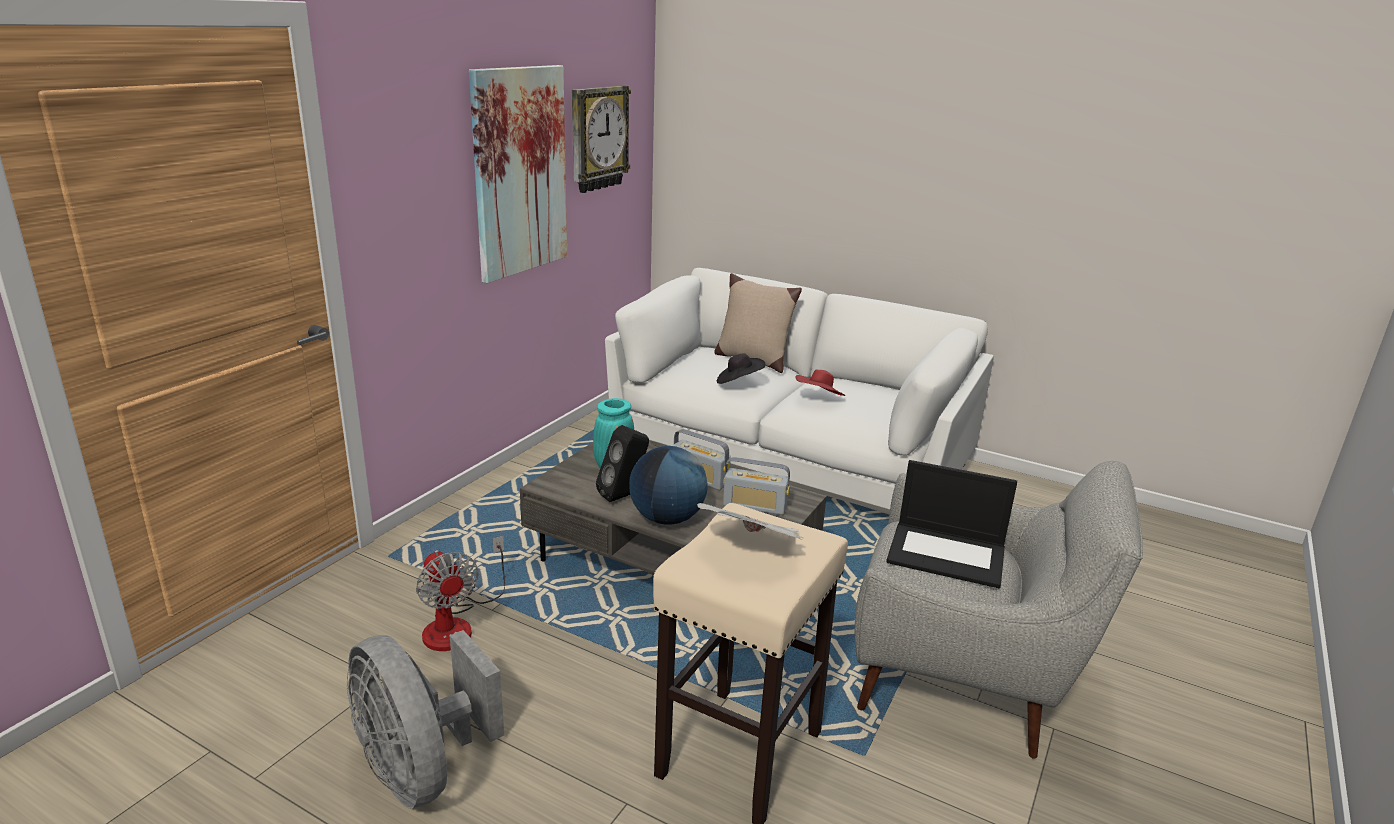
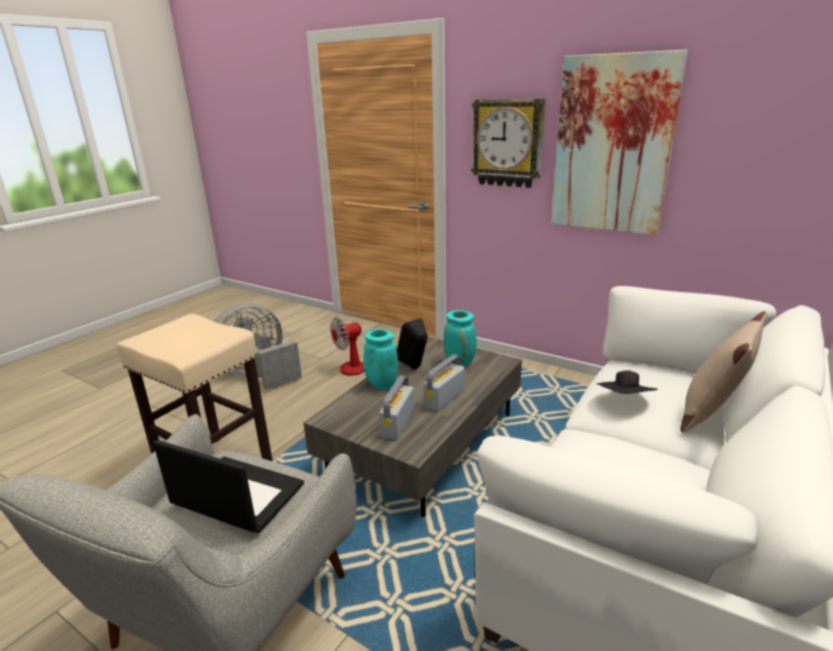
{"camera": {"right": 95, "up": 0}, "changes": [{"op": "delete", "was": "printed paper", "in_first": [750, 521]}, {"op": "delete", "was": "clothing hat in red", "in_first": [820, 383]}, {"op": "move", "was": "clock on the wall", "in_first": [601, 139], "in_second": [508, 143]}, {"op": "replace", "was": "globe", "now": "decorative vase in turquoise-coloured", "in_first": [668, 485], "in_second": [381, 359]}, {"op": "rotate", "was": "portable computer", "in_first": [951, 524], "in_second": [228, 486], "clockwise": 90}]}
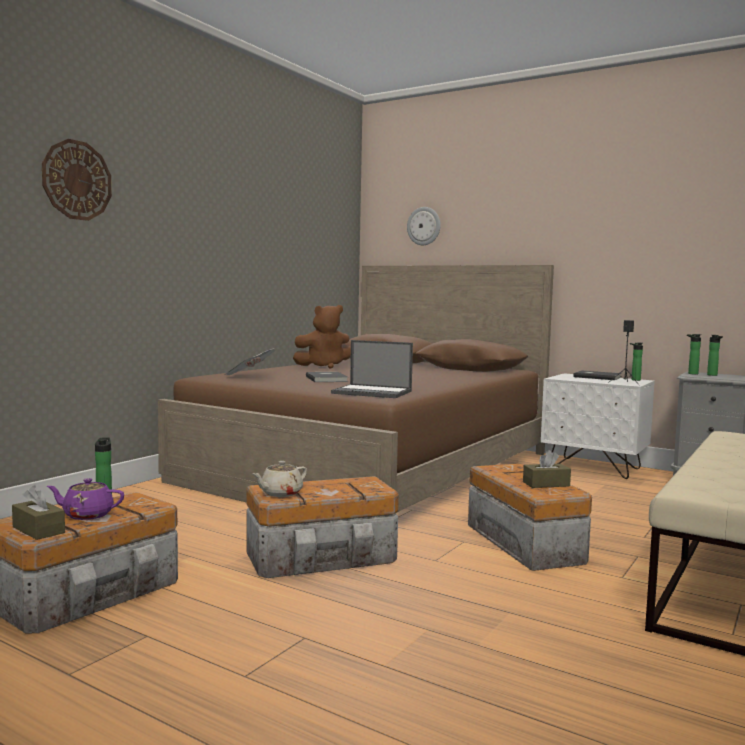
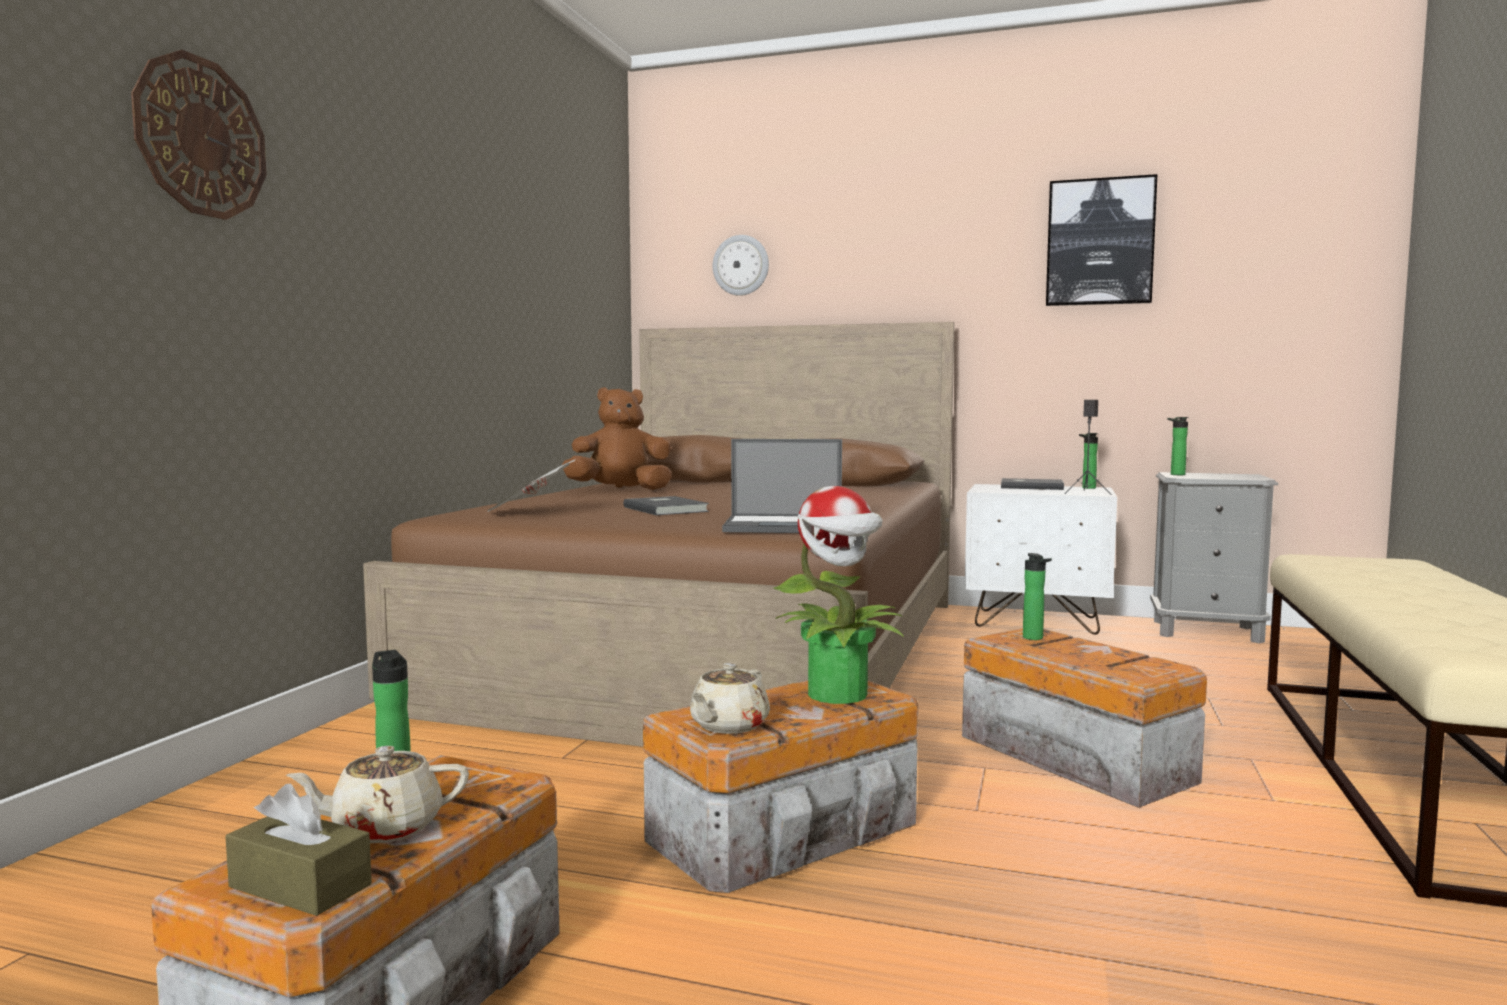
{"camera": {"right": -15, "up": 0}, "changes": [{"op": "delete", "was": "box of tissues in brownish", "in_first": [547, 469]}, {"op": "insert", "now": "plant in a pot", "in_second": [839, 595]}, {"op": "insert", "now": "picture", "in_second": [1101, 240]}, {"op": "move", "was": "beverage bottle", "in_first": [715, 355], "in_second": [1037, 596]}, {"op": "recolor", "was": "tea pot in purple", "now": "tea pot in beige", "in_first": [85, 499], "in_second": [377, 794]}, {"op": "rotate", "was": "cuddly toy in brownish", "in_first": [322, 336], "in_second": [617, 438], "clockwise": -150}]}
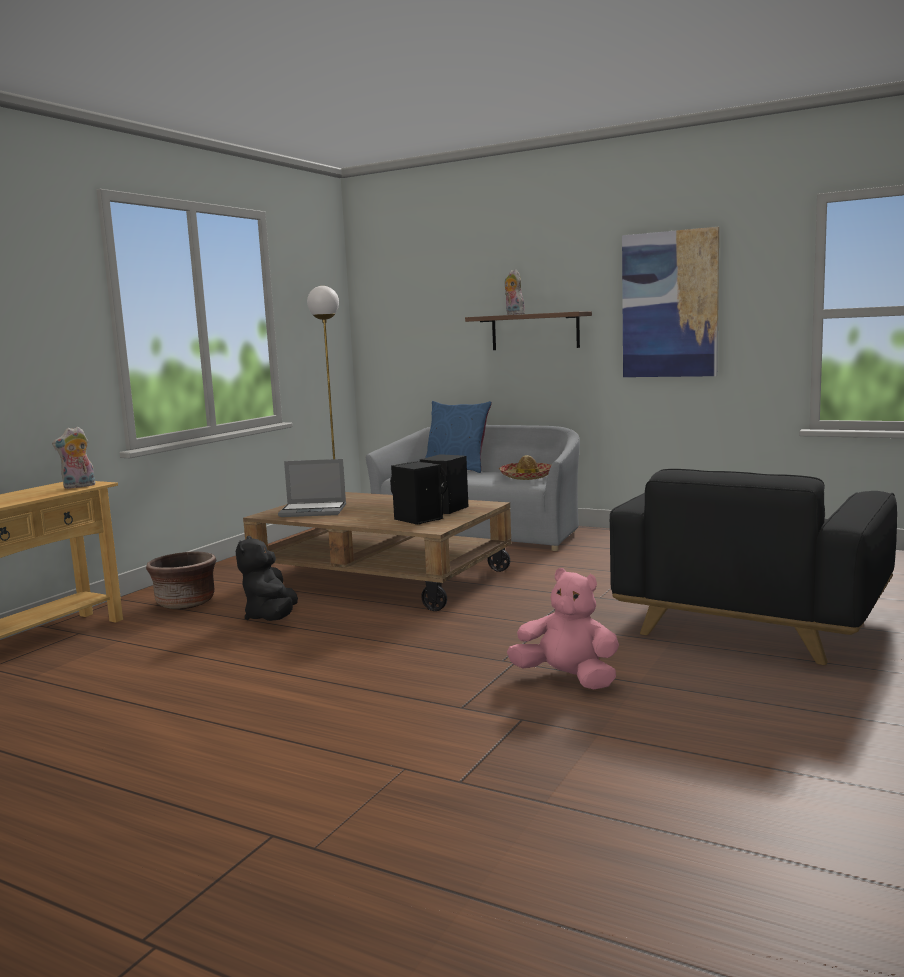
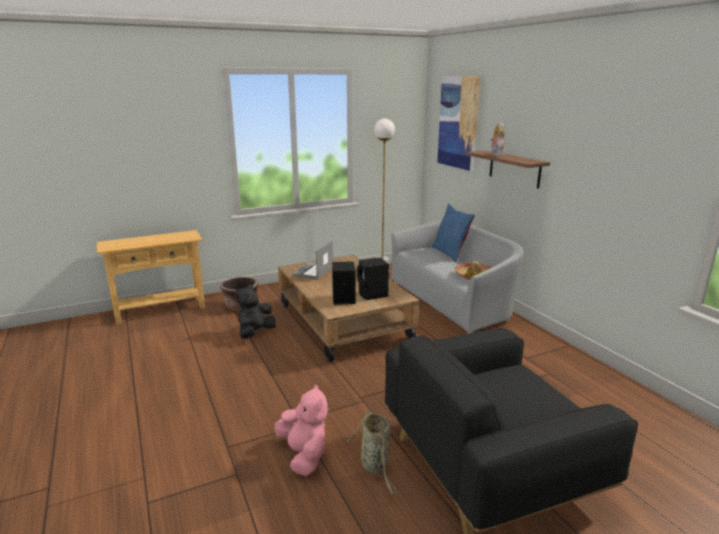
{"camera": {"right": 35, "up": 10}, "changes": [{"op": "delete", "was": "cuddly toy", "in_first": [73, 457]}, {"op": "insert", "now": "household basket", "in_second": [372, 452]}, {"op": "move", "was": "picture", "in_first": [670, 302], "in_second": [459, 123]}, {"op": "rotate", "was": "portable computer", "in_first": [312, 488], "in_second": [312, 259], "clockwise": 75}]}
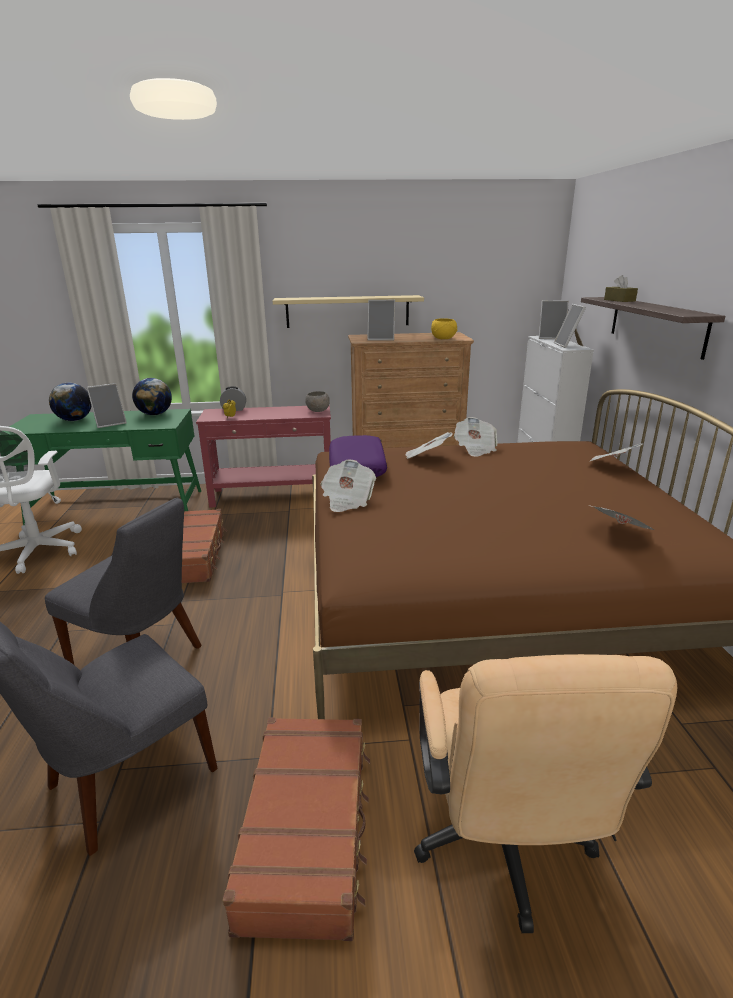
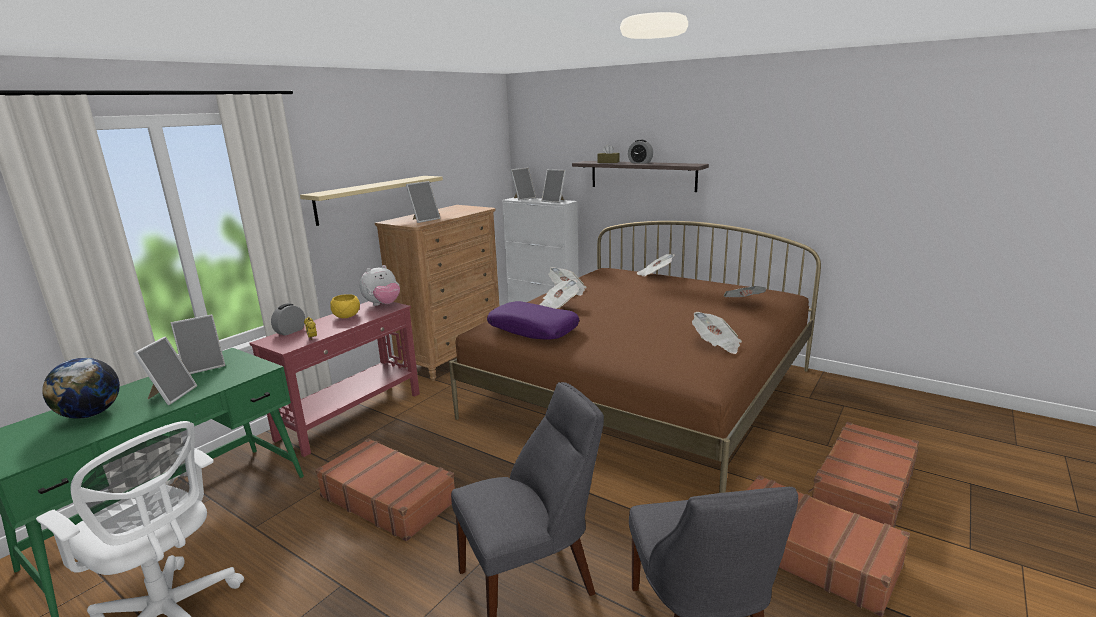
{"camera": {"right": -50, "up": -5}, "changes": [{"op": "insert", "now": "bedside clock", "in_second": [640, 152]}, {"op": "move", "was": "printed paper", "in_first": [348, 486], "in_second": [717, 333]}, {"op": "move", "was": "bowl in yellowish", "in_first": [444, 328], "in_second": [345, 306]}, {"op": "replace", "was": "globe", "now": "photo frame", "in_first": [152, 396], "in_second": [198, 344]}, {"op": "replace", "was": "bowl in greyish", "now": "cuddly toy", "in_first": [317, 401], "in_second": [380, 285]}, {"op": "replace", "was": "computer chair in beige", "now": "piece of luggage in brownish", "in_first": [546, 793], "in_second": [863, 475]}]}
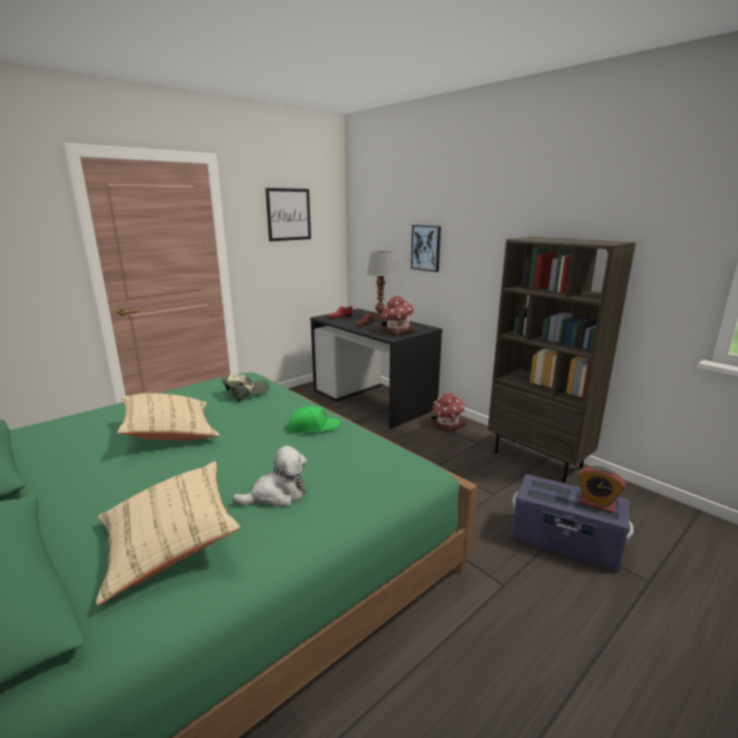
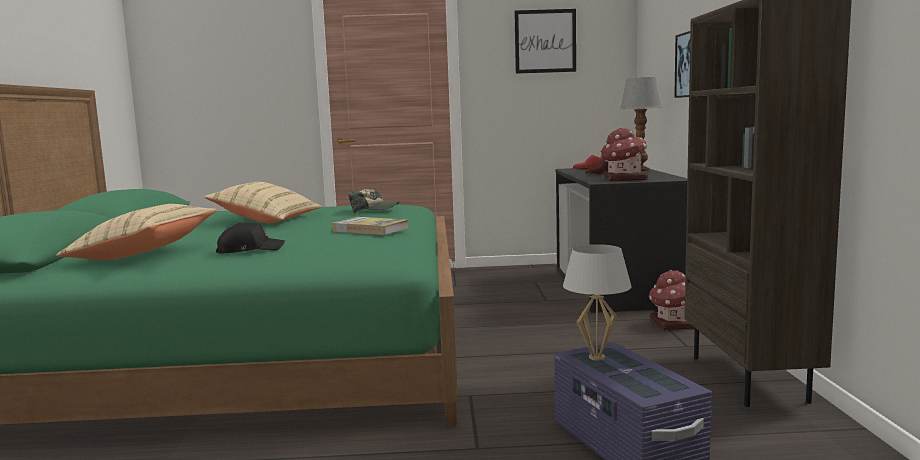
{"camera": {"right": 40, "up": -10}, "changes": [{"op": "delete", "was": "bedside clock", "in_first": [602, 489]}, {"op": "insert", "now": "tabletop lamp in white", "in_second": [597, 302]}, {"op": "replace", "was": "cuddly toy", "now": "baseball cap in black", "in_first": [269, 476], "in_second": [250, 237]}, {"op": "replace", "was": "baseball cap in green", "now": "volume", "in_first": [314, 419], "in_second": [370, 226]}]}
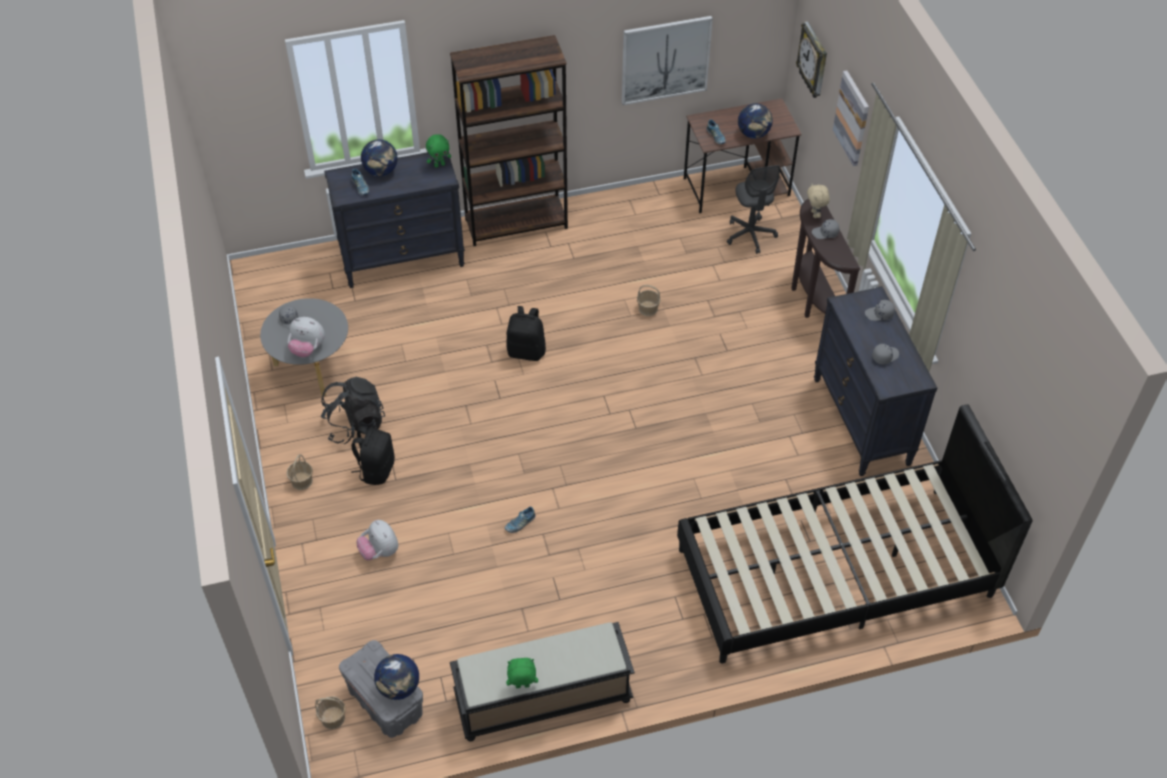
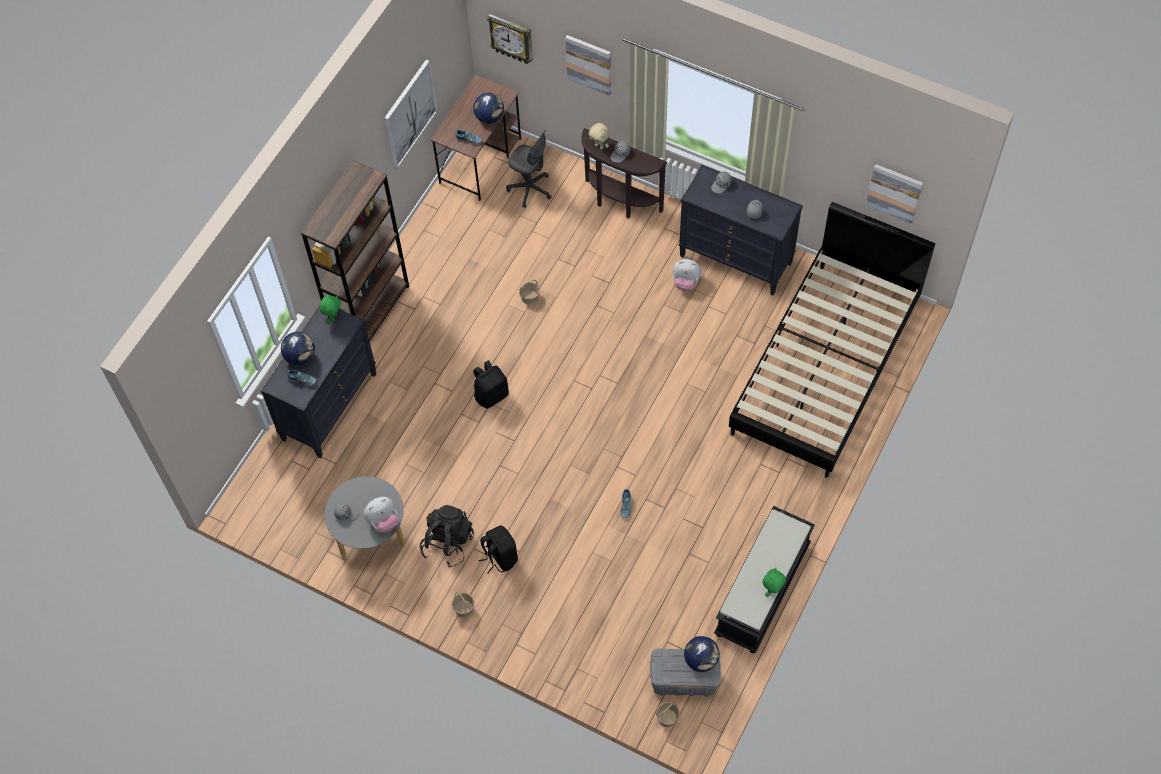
{"camera": {"right": -45, "up": 10}, "changes": [{"op": "insert", "now": "picture", "in_second": [894, 194]}, {"op": "move", "was": "cuddly toy", "in_first": [377, 540], "in_second": [687, 275]}]}
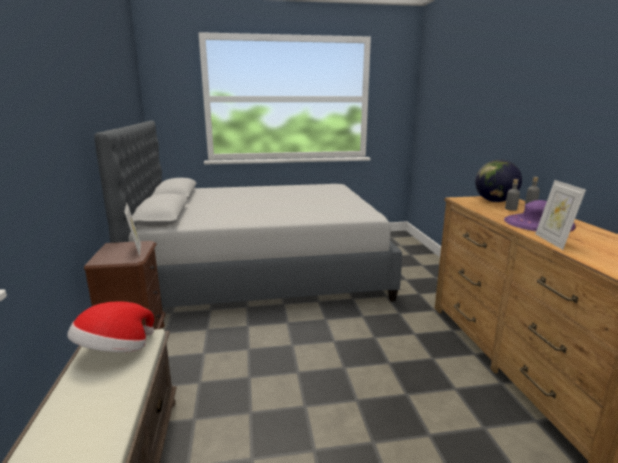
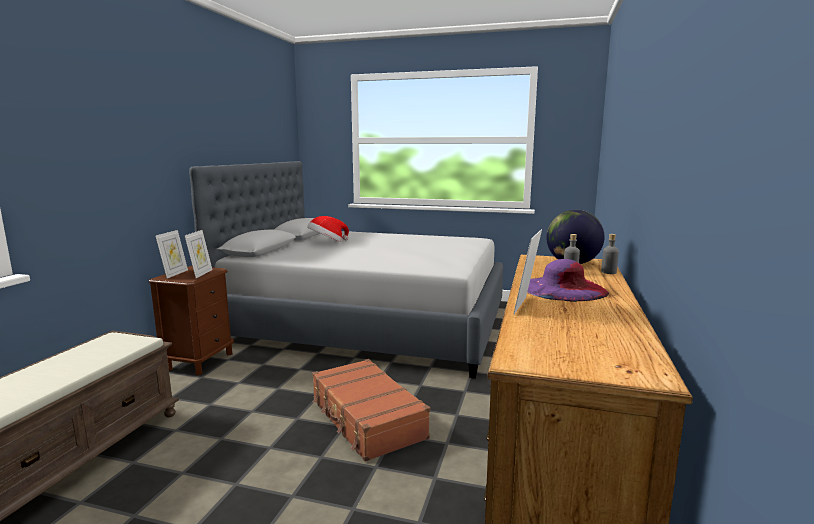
{"camera": {"right": 25, "up": -5}, "changes": [{"op": "insert", "now": "photo frame", "in_second": [171, 254]}, {"op": "insert", "now": "piece of luggage in brownish", "in_second": [371, 410]}, {"op": "move", "was": "clothing hat", "in_first": [110, 327], "in_second": [328, 229]}]}
